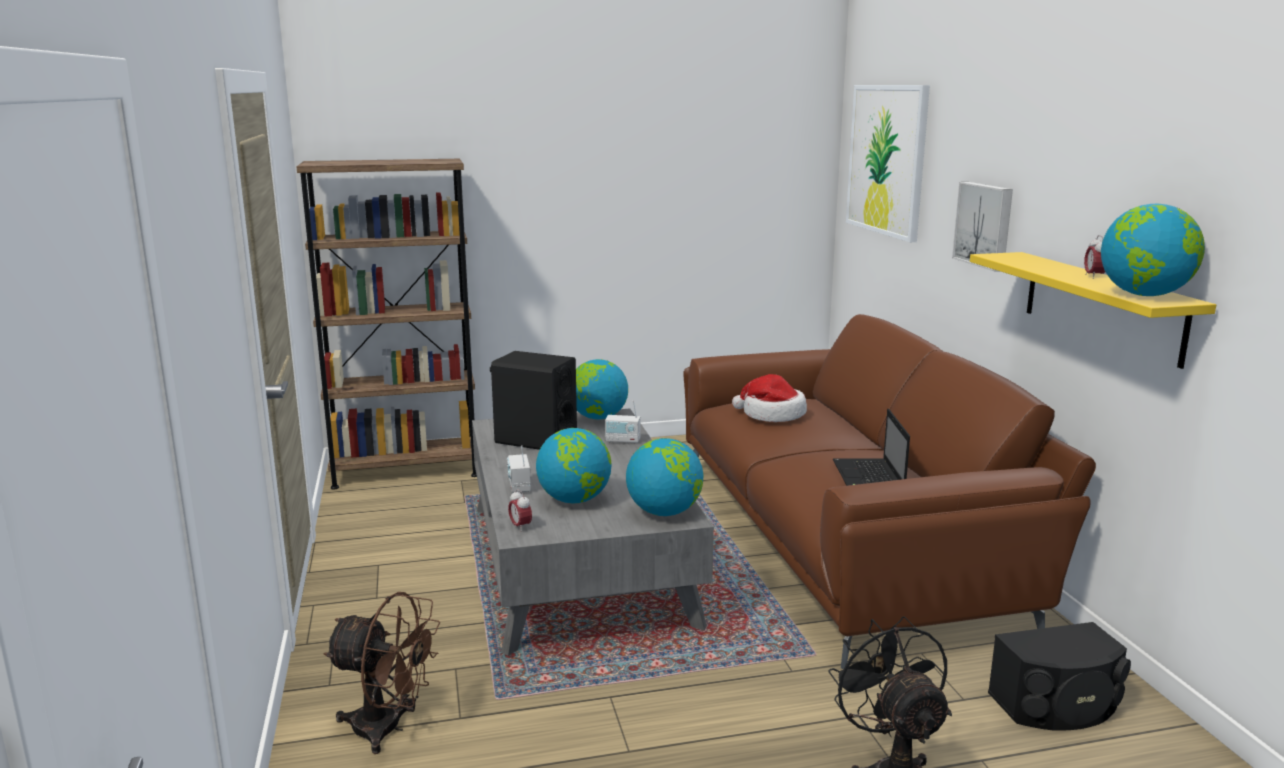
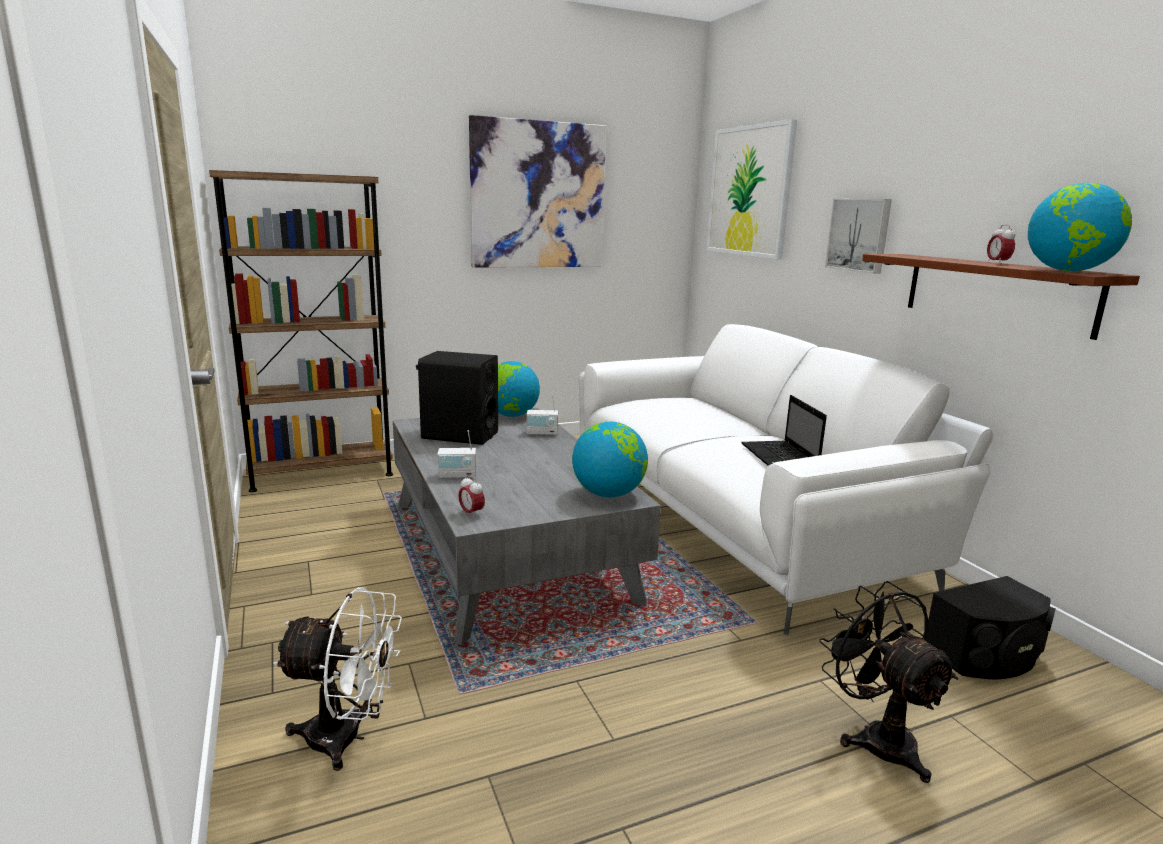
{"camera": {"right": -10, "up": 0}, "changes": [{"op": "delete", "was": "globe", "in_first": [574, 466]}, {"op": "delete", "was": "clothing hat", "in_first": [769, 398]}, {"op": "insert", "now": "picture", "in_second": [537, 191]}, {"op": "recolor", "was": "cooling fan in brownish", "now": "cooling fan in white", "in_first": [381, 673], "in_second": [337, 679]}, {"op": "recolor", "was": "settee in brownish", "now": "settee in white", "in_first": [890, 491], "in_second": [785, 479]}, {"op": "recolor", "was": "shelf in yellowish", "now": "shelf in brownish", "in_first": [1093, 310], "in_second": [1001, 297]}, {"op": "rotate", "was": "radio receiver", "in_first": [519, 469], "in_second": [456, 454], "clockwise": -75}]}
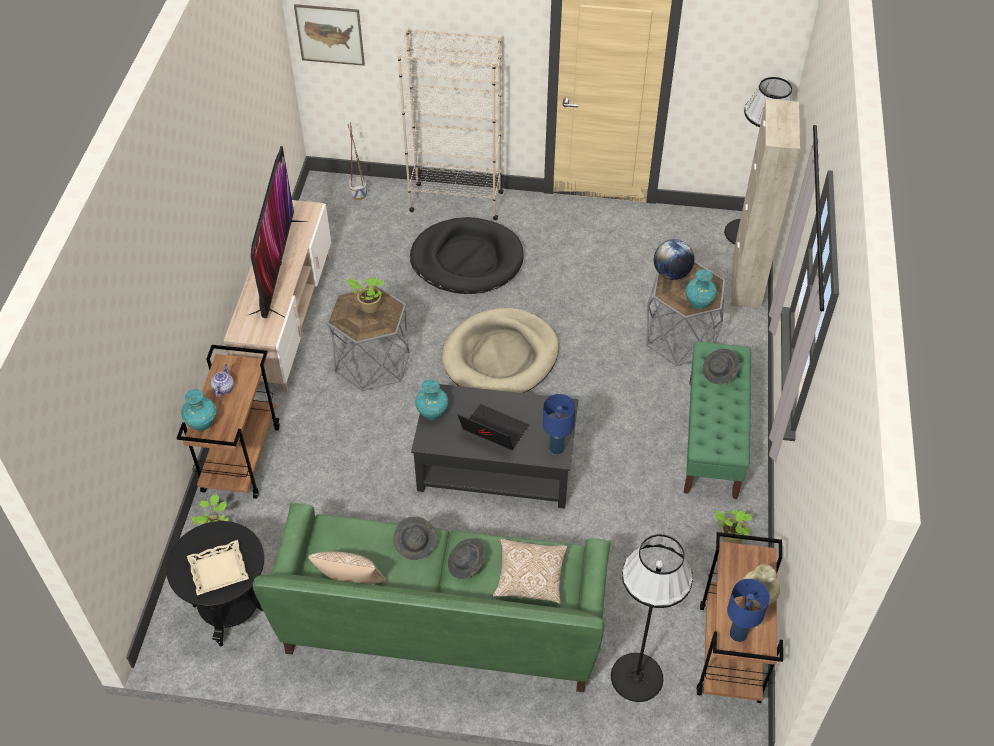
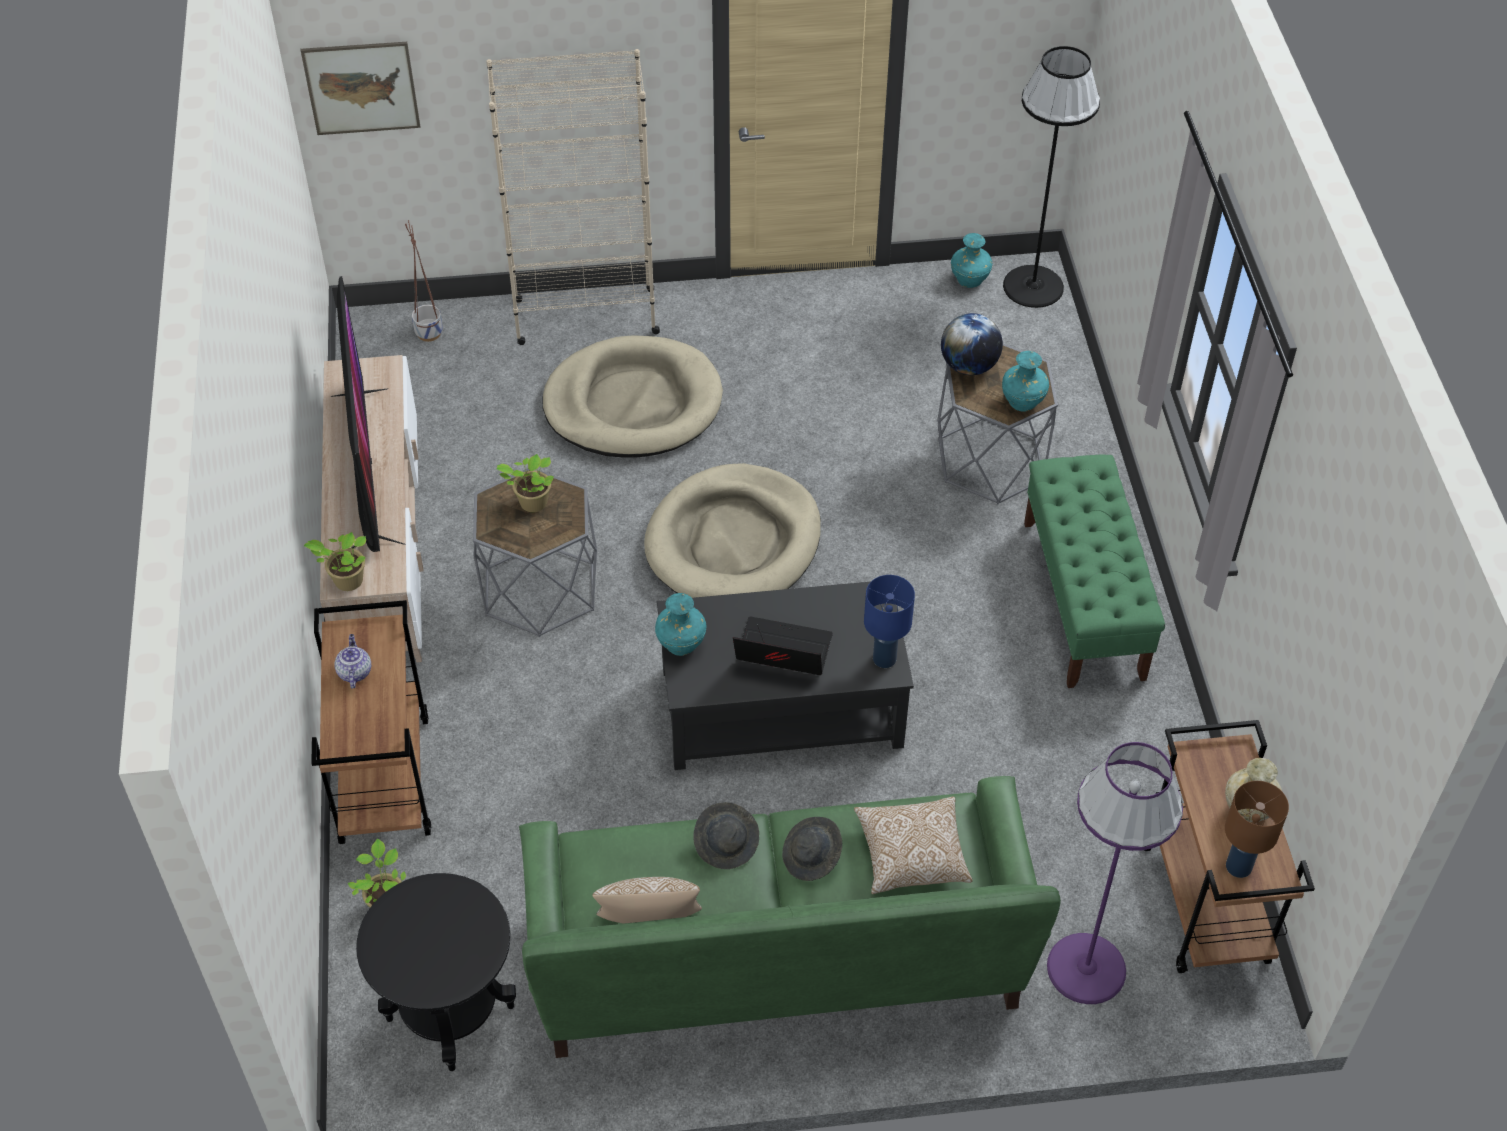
{"camera": {"right": -15, "up": 0}, "changes": [{"op": "delete", "was": "tray in beige", "in_first": [218, 567]}, {"op": "delete", "was": "clothing hat in greyish", "in_first": [721, 366]}, {"op": "delete", "was": "cabinet in beige", "in_first": [765, 204]}, {"op": "move", "was": "decorative vase in turquoise-coloured", "in_first": [199, 410], "in_second": [972, 260]}, {"op": "move", "was": "plant in a pot", "in_first": [733, 527], "in_second": [335, 561]}, {"op": "recolor", "was": "pet bed in black", "now": "pet bed in beige", "in_first": [467, 255], "in_second": [632, 396]}, {"op": "recolor", "was": "standard lamp in black", "now": "standard lamp in purple", "in_first": [652, 618], "in_second": [1115, 873]}, {"op": "recolor", "was": "tabletop lamp in bluish", "now": "tabletop lamp in brownish", "in_first": [748, 610], "in_second": [1257, 829]}]}
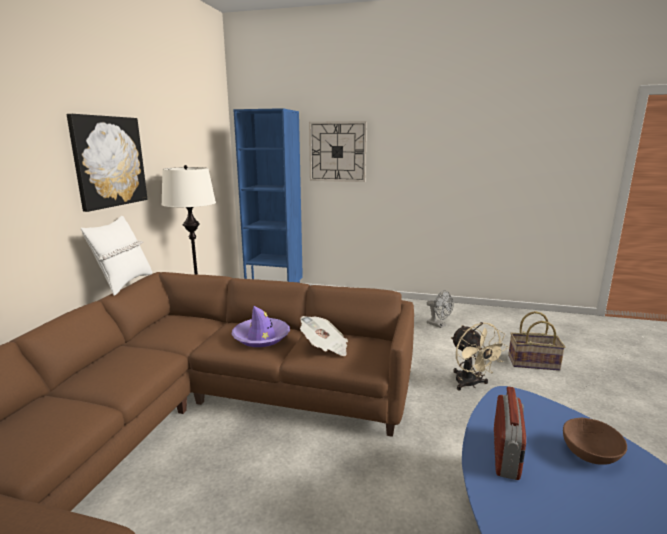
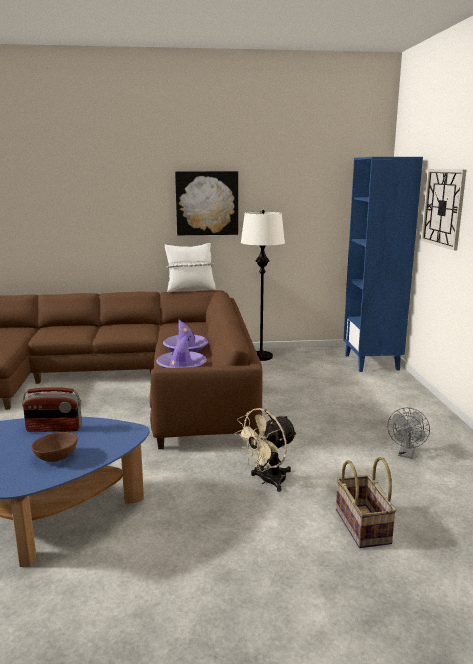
{"camera": {"right": 70, "up": 0}, "changes": [{"op": "replace", "was": "printed paper", "now": "clothing hat in purple", "in_first": [324, 336], "in_second": [181, 351]}]}
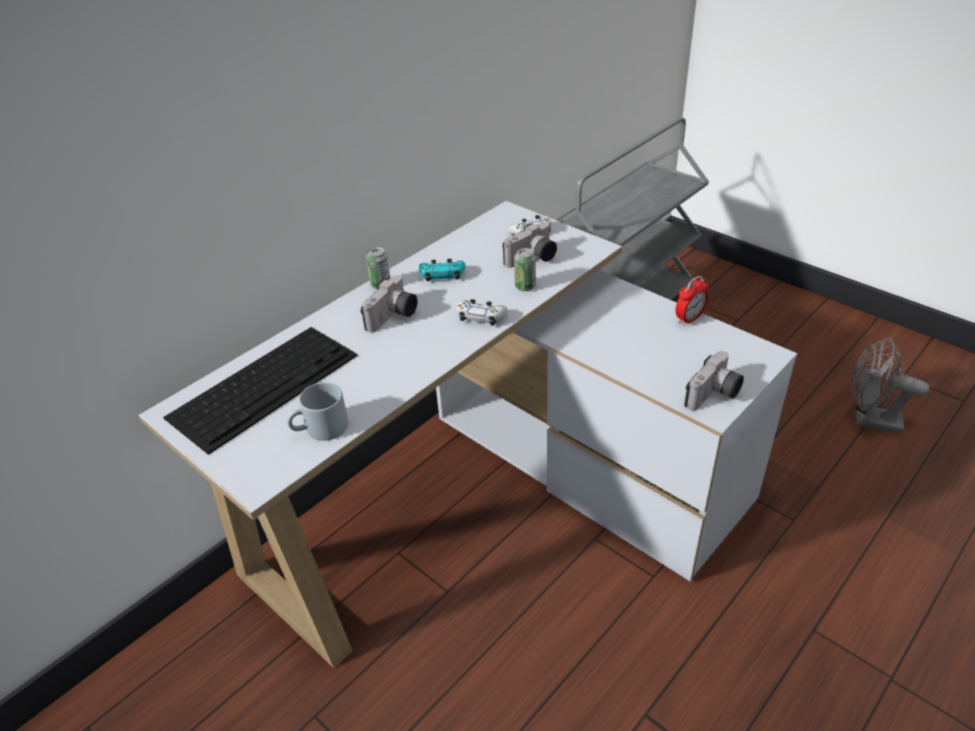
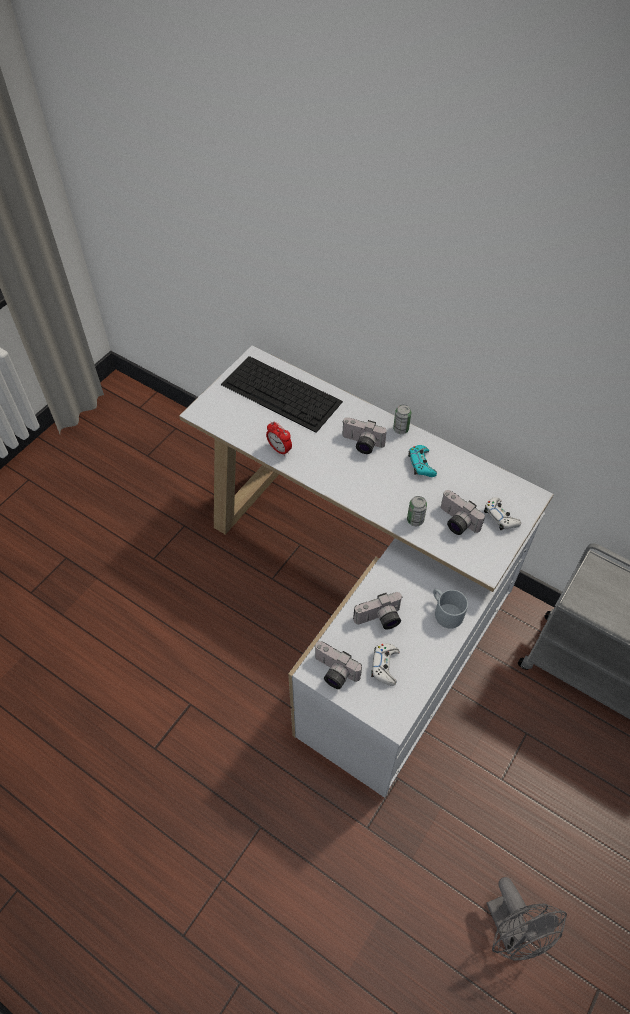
{"camera": {"right": 80, "up": 15}, "changes": [{"op": "insert", "now": "photo camera", "in_second": [378, 611]}, {"op": "move", "was": "coffee mug in greyish", "in_first": [317, 411], "in_second": [450, 609]}, {"op": "move", "was": "game controller in white", "in_first": [482, 312], "in_second": [385, 665]}, {"op": "move", "was": "bedside clock", "in_first": [692, 301], "in_second": [279, 439]}, {"op": "rotate", "was": "cooling fan in greyish", "in_first": [890, 385], "in_second": [526, 919], "clockwise": 150}]}
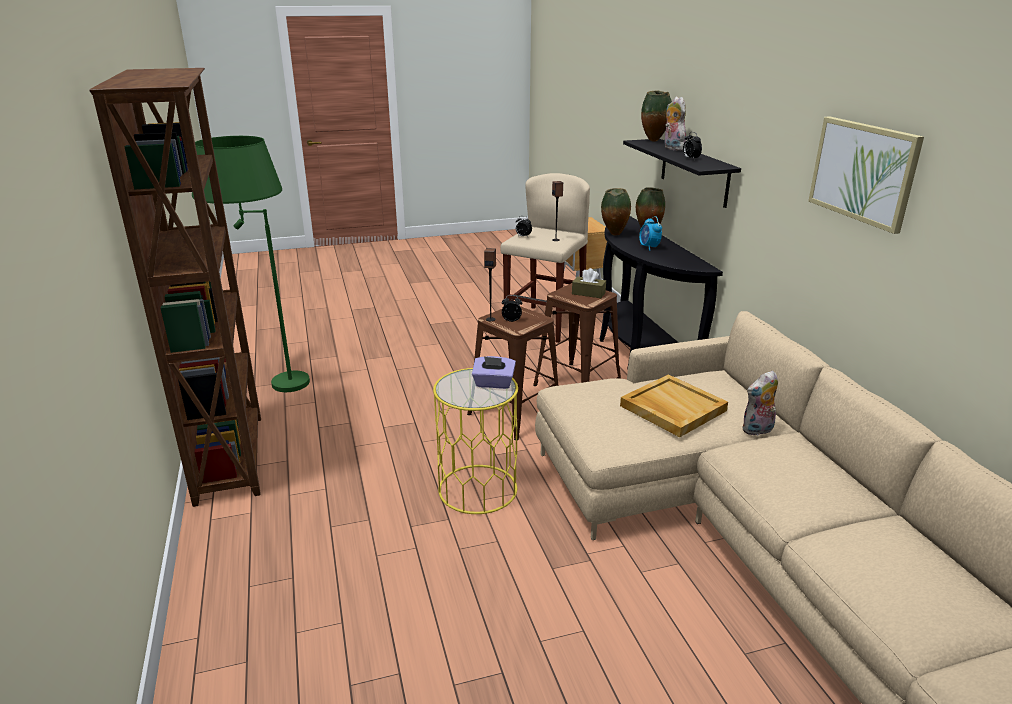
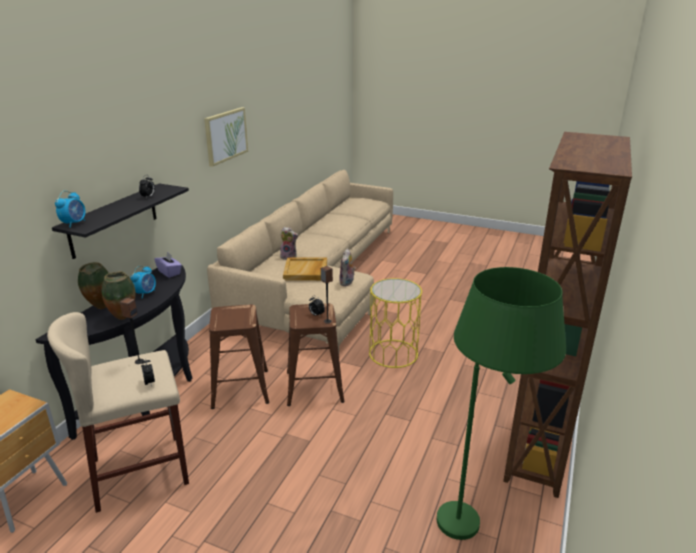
{"camera": {"right": -140, "up": 0}, "changes": [{"op": "delete", "was": "box of tissues in brownish", "in_first": [589, 283]}, {"op": "move", "was": "box of tissues in purple", "in_first": [494, 372], "in_second": [168, 265]}, {"op": "move", "was": "cuddly toy", "in_first": [675, 123], "in_second": [347, 267]}, {"op": "replace", "was": "decorative vase", "now": "bedside clock", "in_first": [656, 115], "in_second": [70, 209]}]}
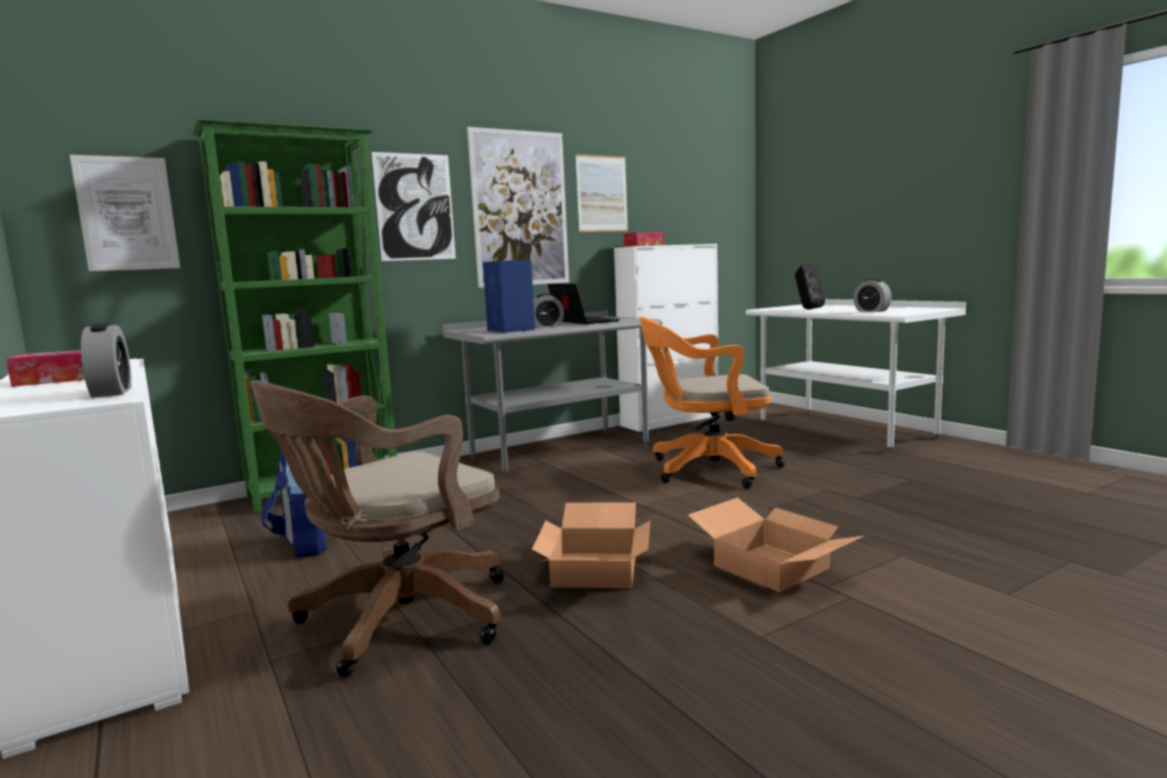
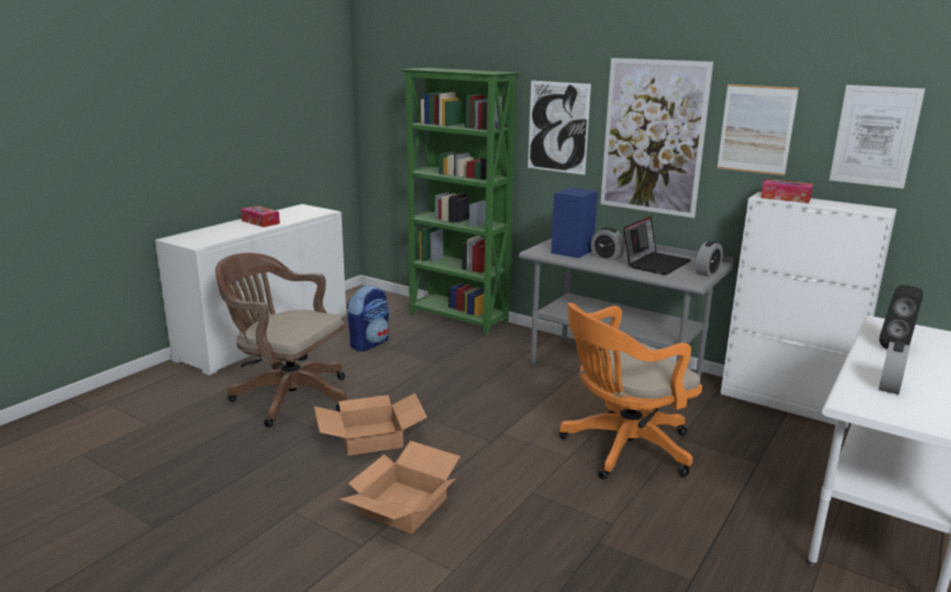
{"camera": {"right": 65, "up": 10}, "changes": [{"op": "move", "was": "picture", "in_first": [125, 213], "in_second": [877, 137]}, {"op": "move", "was": "bedside clock", "in_first": [106, 360], "in_second": [709, 259]}, {"op": "rotate", "was": "computer chair in orange-coloured", "in_first": [712, 402], "in_second": [630, 390], "clockwise": -90}]}
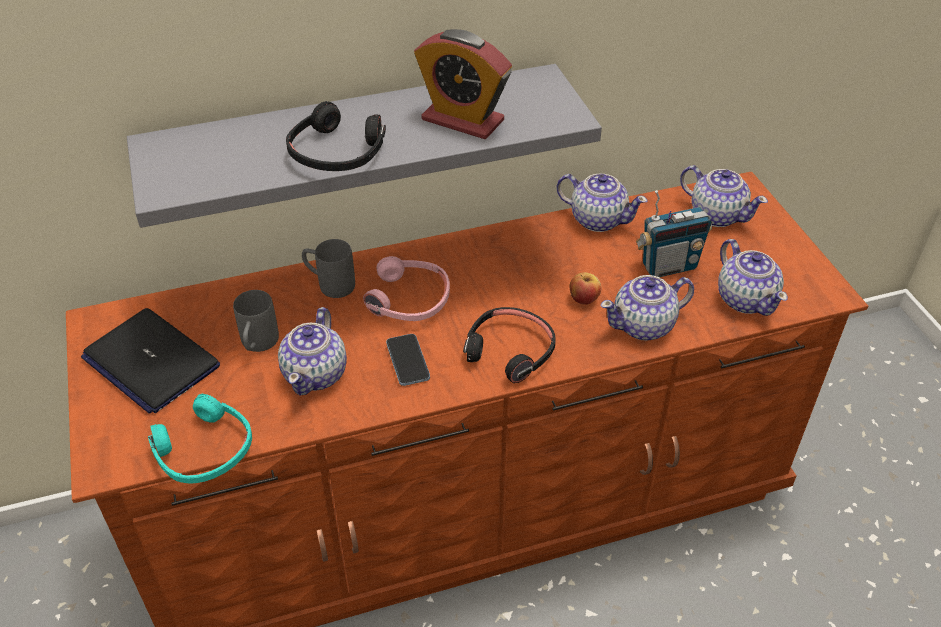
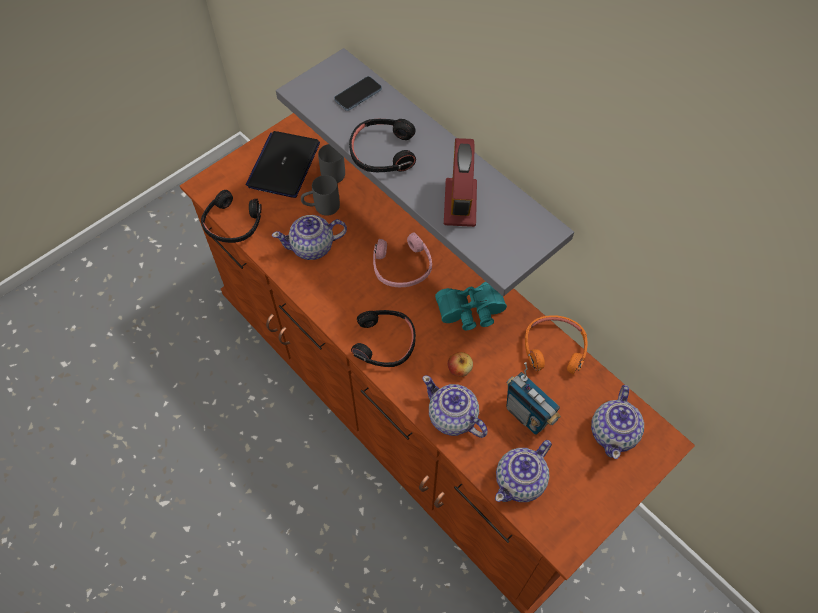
{"camera": {"right": 65, "up": 15}, "changes": [{"op": "insert", "now": "binoculars in turquoise-coloured", "in_second": [471, 306]}, {"op": "move", "was": "coffee mug in greyish", "in_first": [328, 268], "in_second": [331, 163]}, {"op": "move", "was": "phone", "in_first": [408, 360], "in_second": [358, 93]}, {"op": "replace", "was": "tea pot", "now": "headphones in orange-coloured", "in_first": [602, 203], "in_second": [556, 345]}, {"op": "recolor", "was": "headphones in turquoise-coloured", "now": "headphones in black", "in_first": [200, 439], "in_second": [231, 216]}]}
